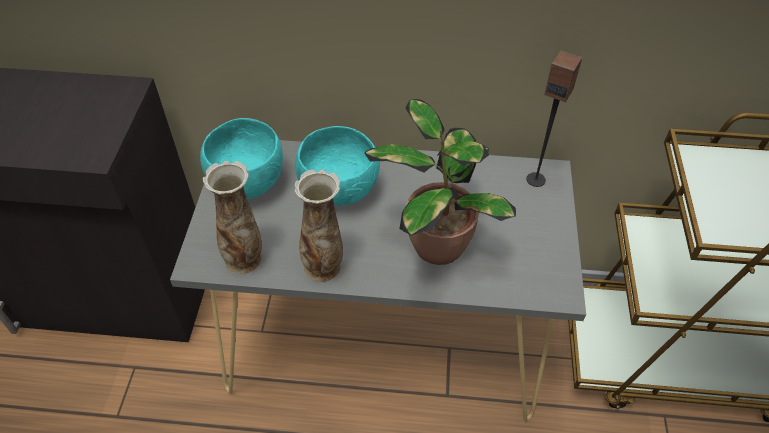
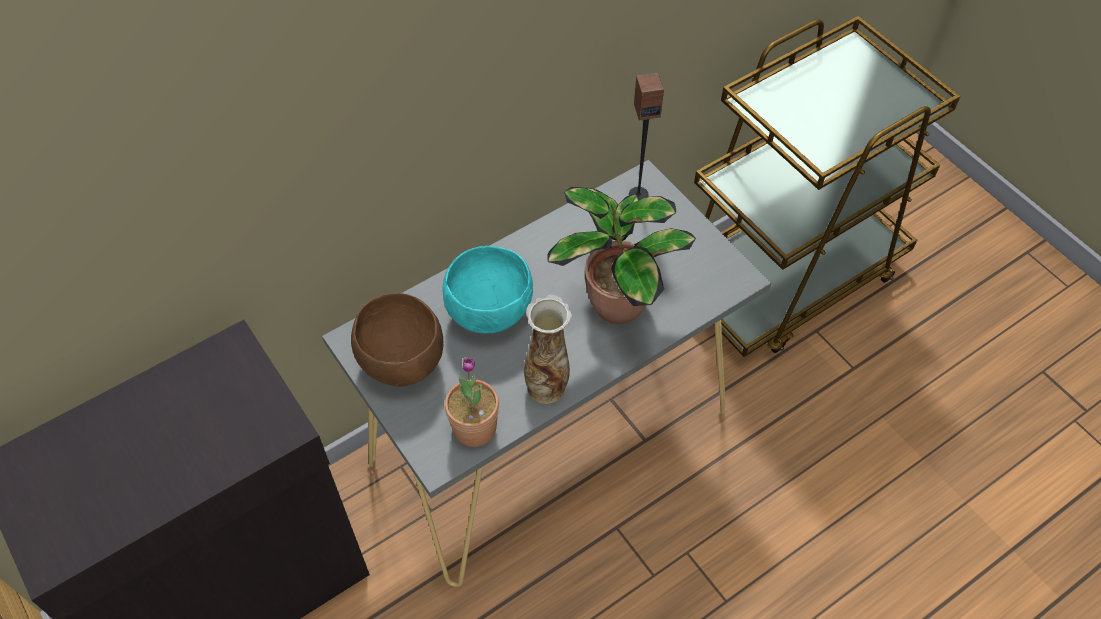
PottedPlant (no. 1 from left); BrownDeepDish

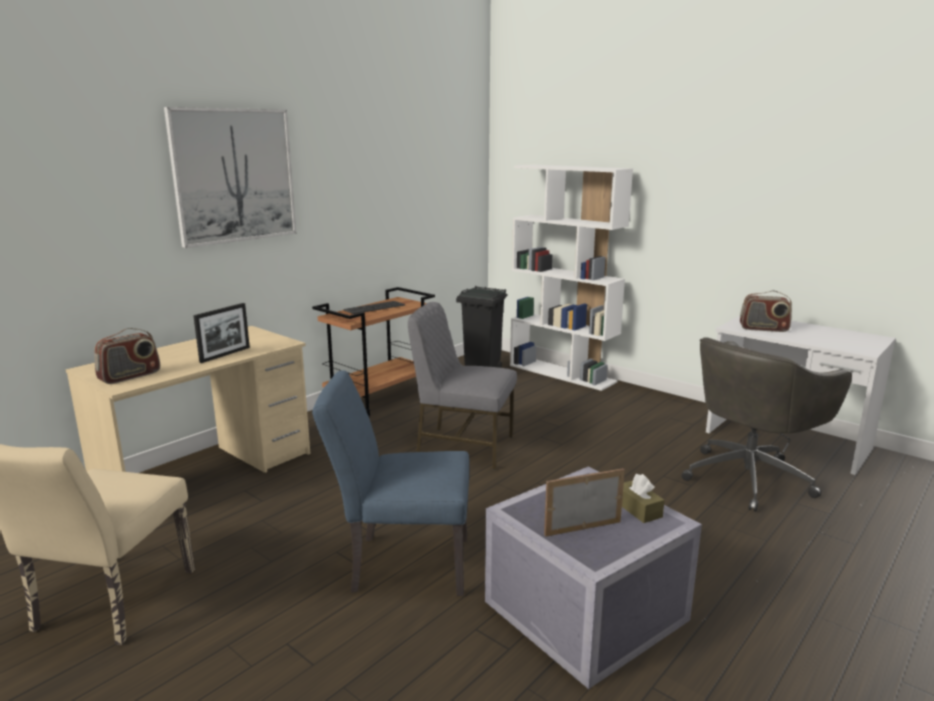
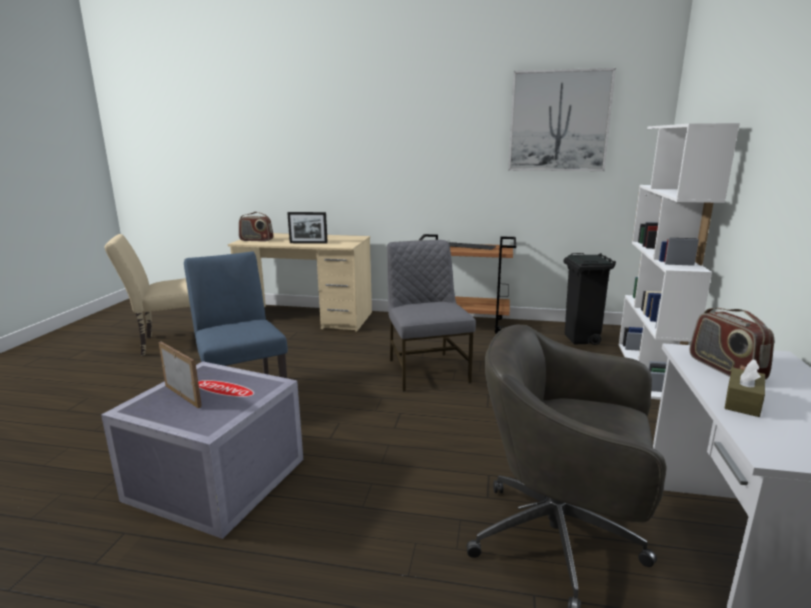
WallPicture; BrownTissueBox

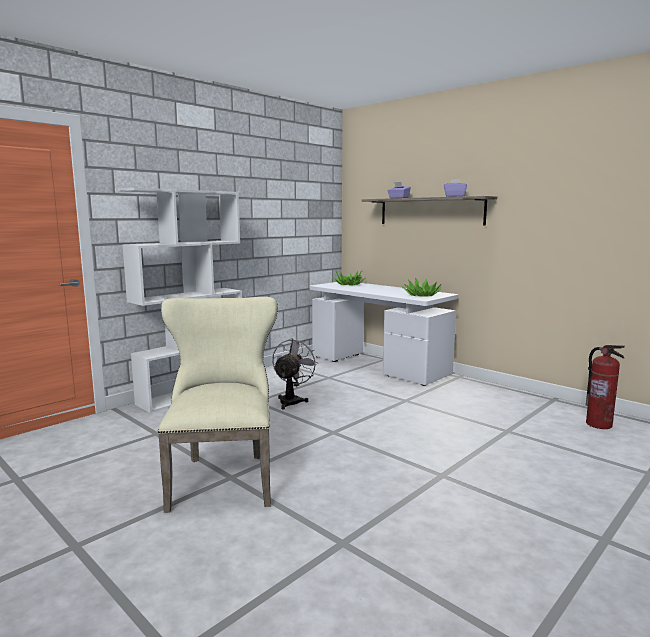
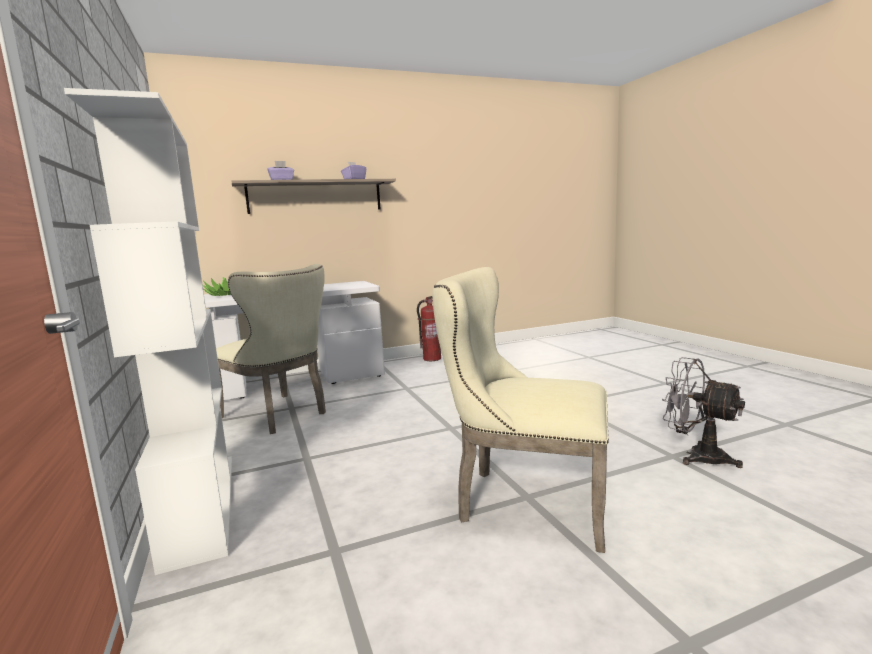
PottedPlant (no. 2 from left in the first image); SandColouredUprightChair (no. 1 from left); GrayElectricFan; Extinguisher

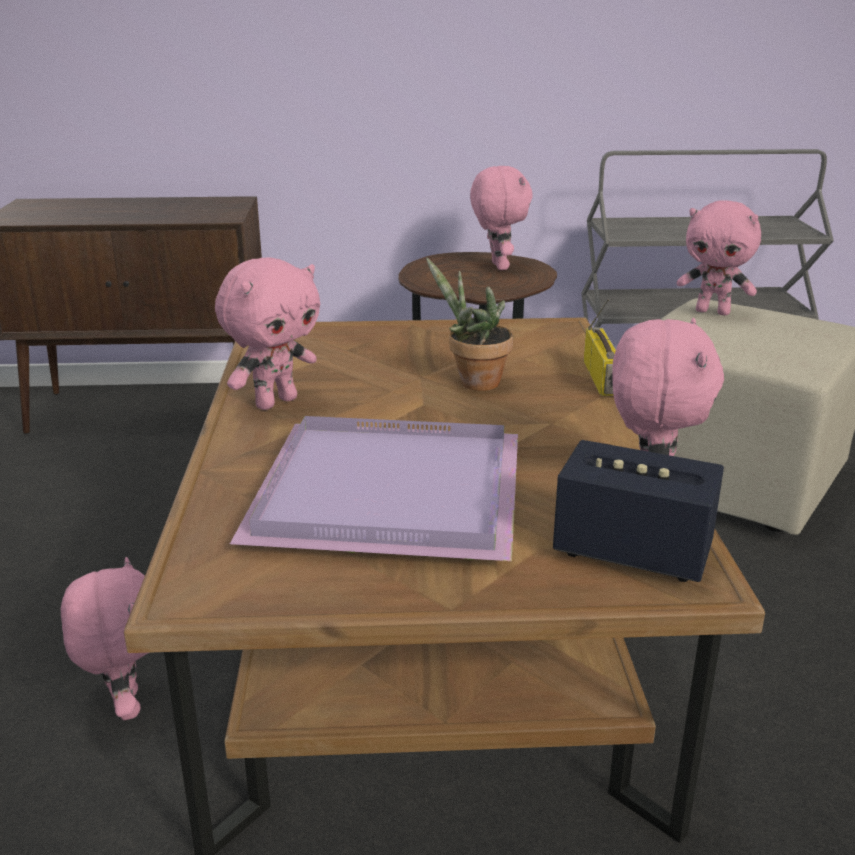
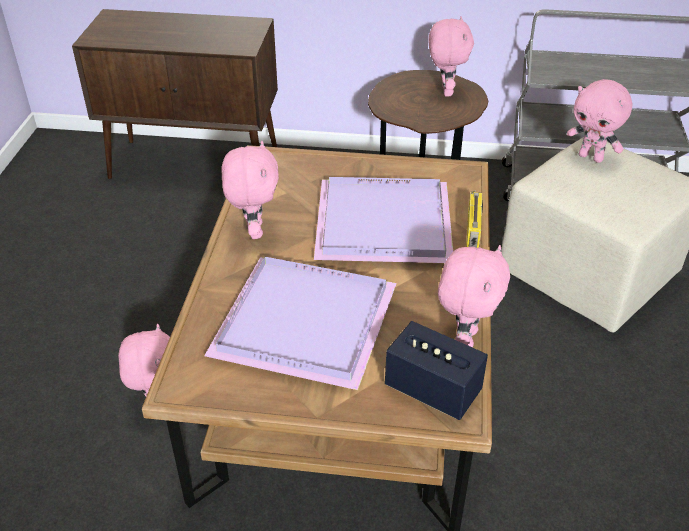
PurplishServingTray (no. 2 from left); PinkishPlushToy (no. 2 from left)

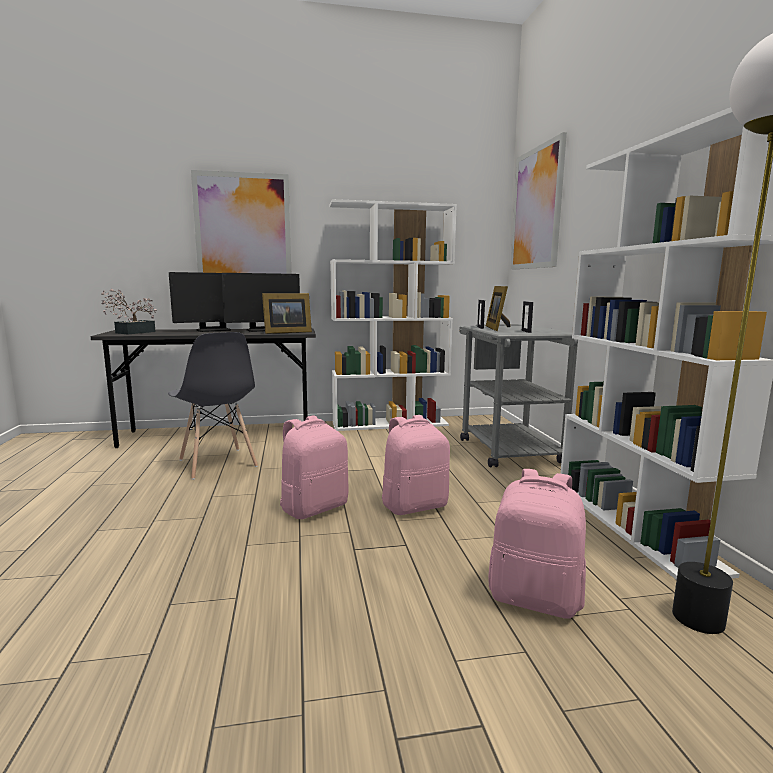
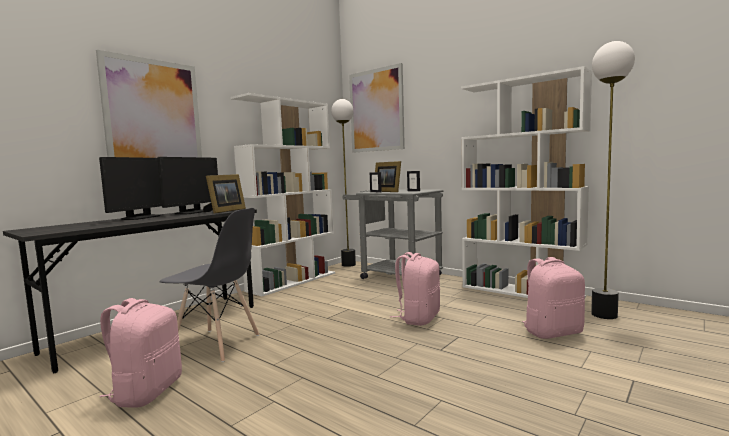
PottedPlant; StandardLamp (no. 1 from left); PinkishRucksack (no. 1 from left)

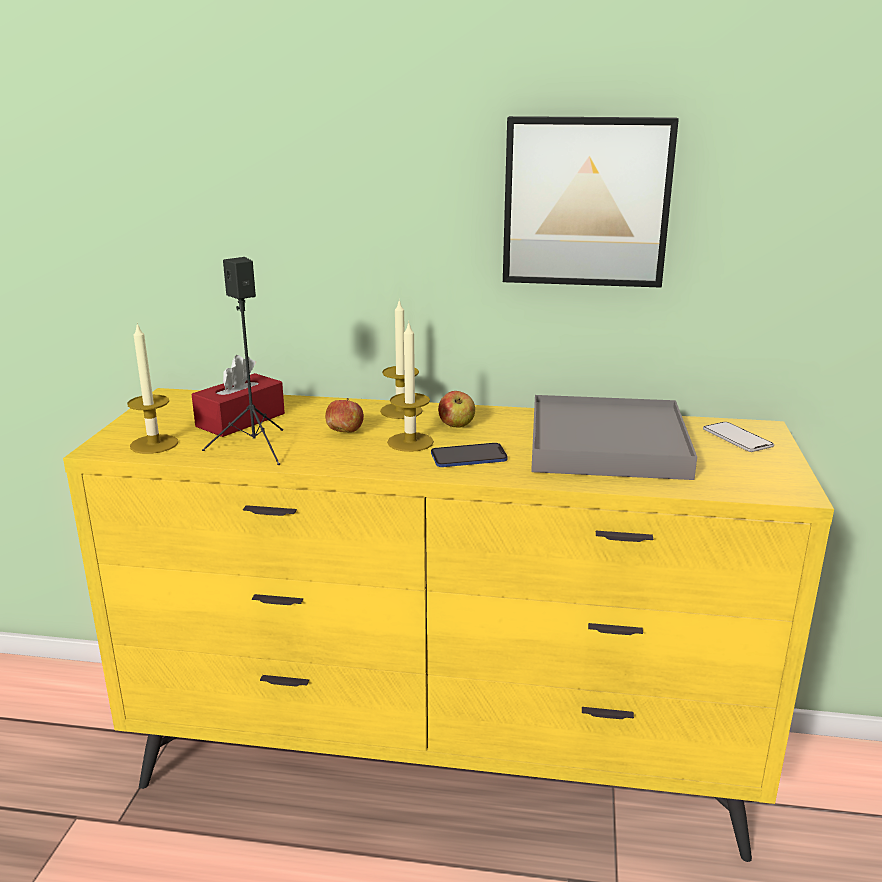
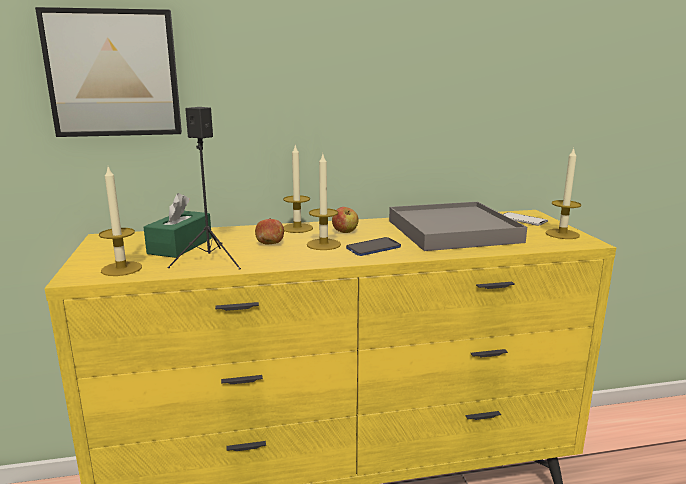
WaxCandle (no. 4 from left); WallPicture; GreenTissueBox

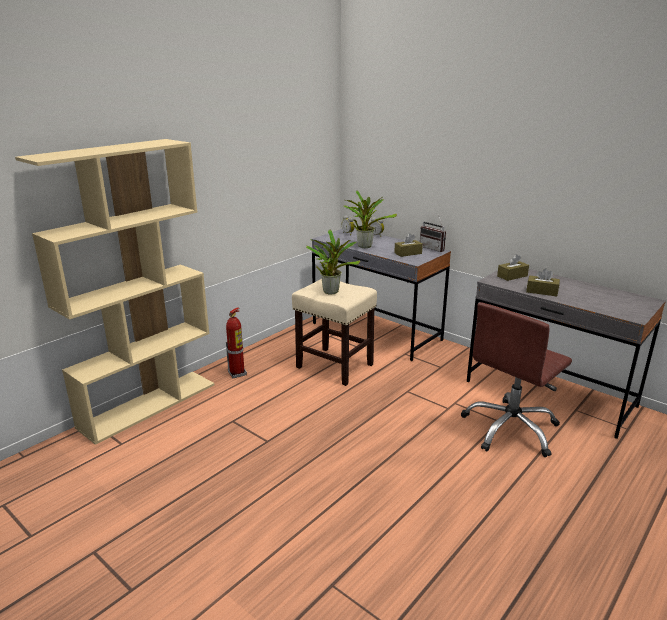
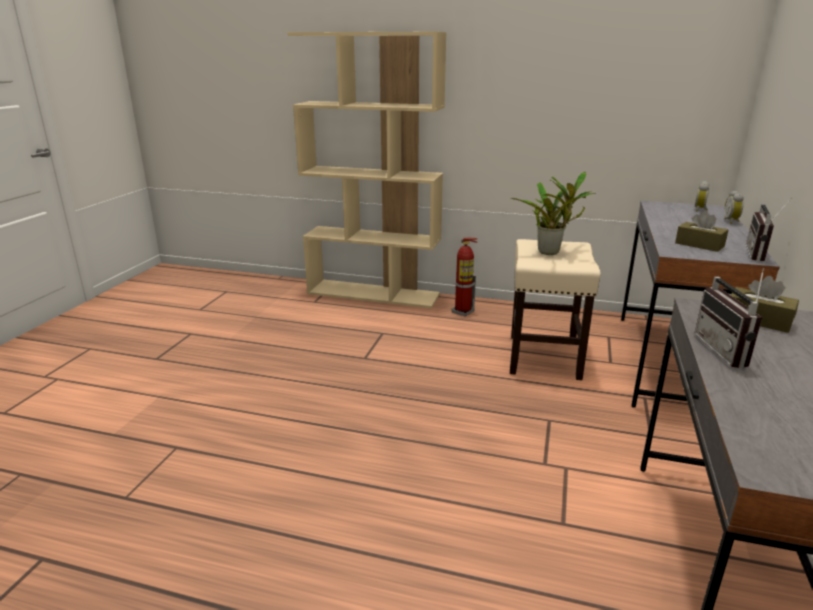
PottedPlant (no. 2 from left in the first image); BrownDeskChair; RadioSet (no. 1 from left)

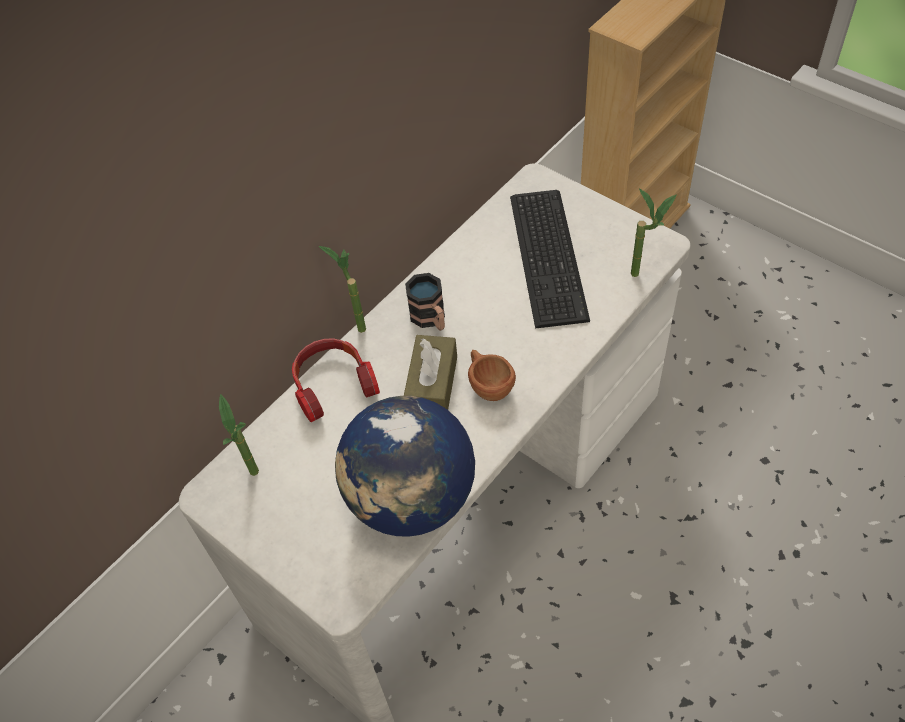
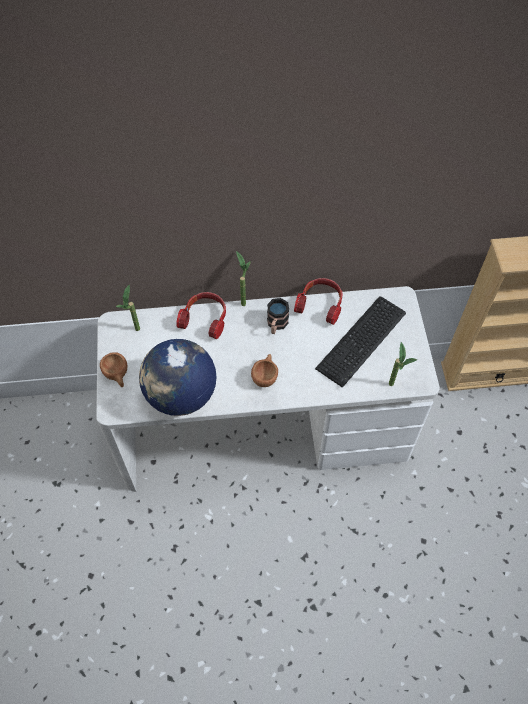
BrownTissueBox; BrownDrinkingCup (no. 1 from left); PairOfHeadphones (no. 2 from left)

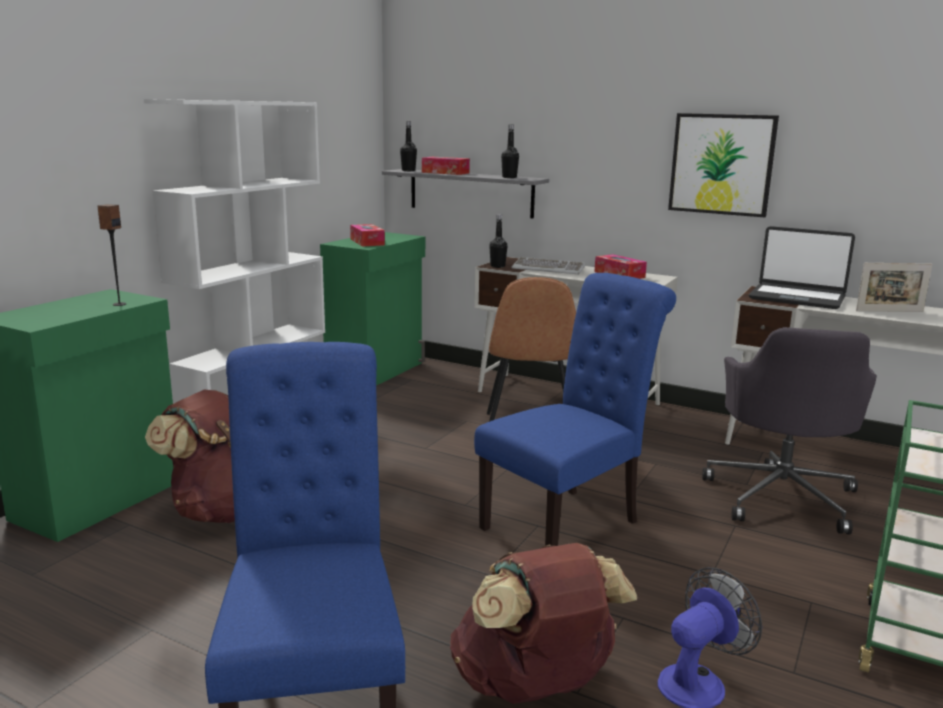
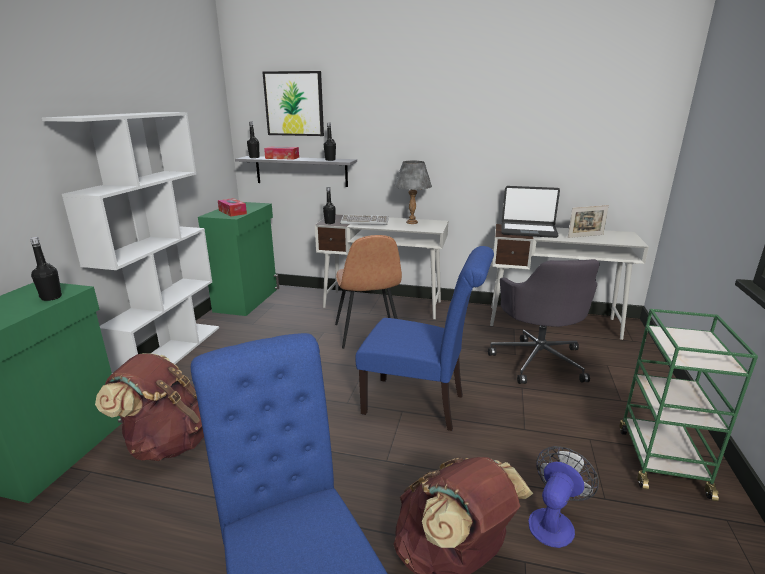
WallPicture; BlackishBottle (no. 1 from left); GrayLampForATable; BlueColouredUprightChair (no. 2 from left)

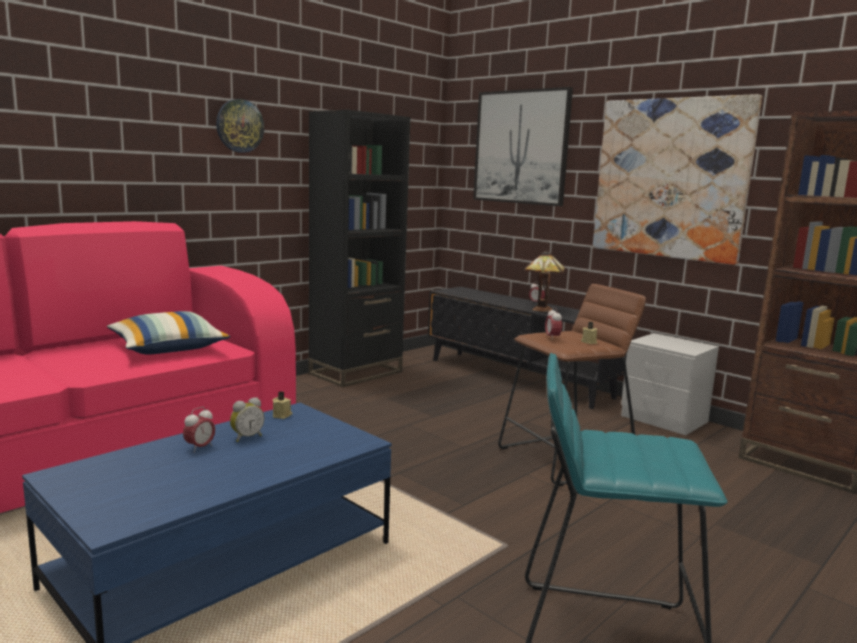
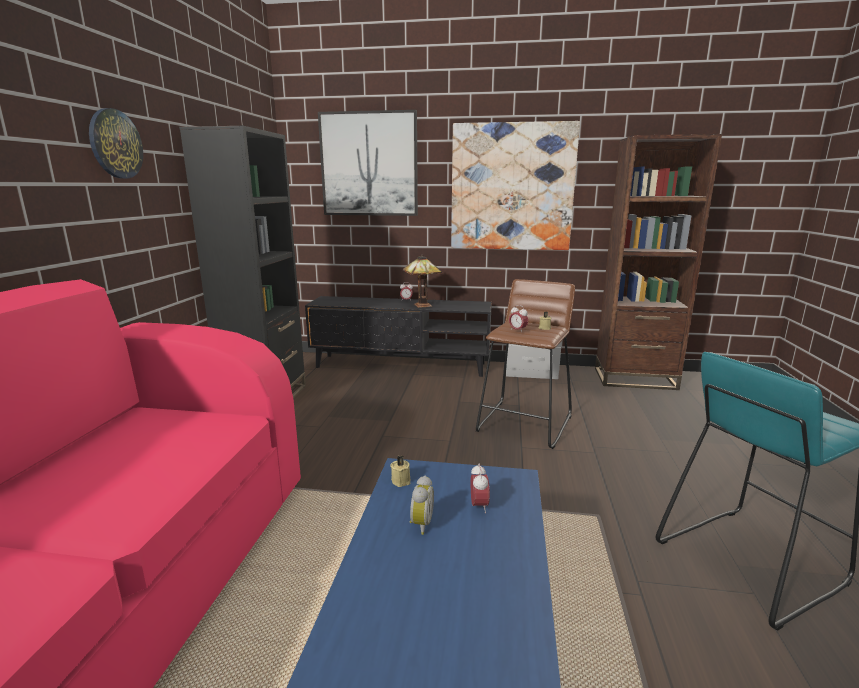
Cushion; BedsideClock (no. 3 from left)

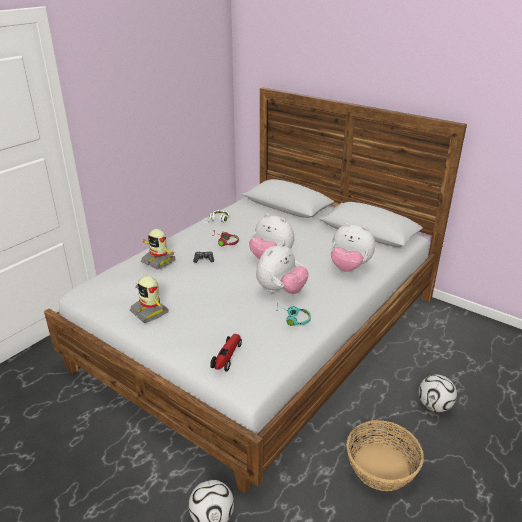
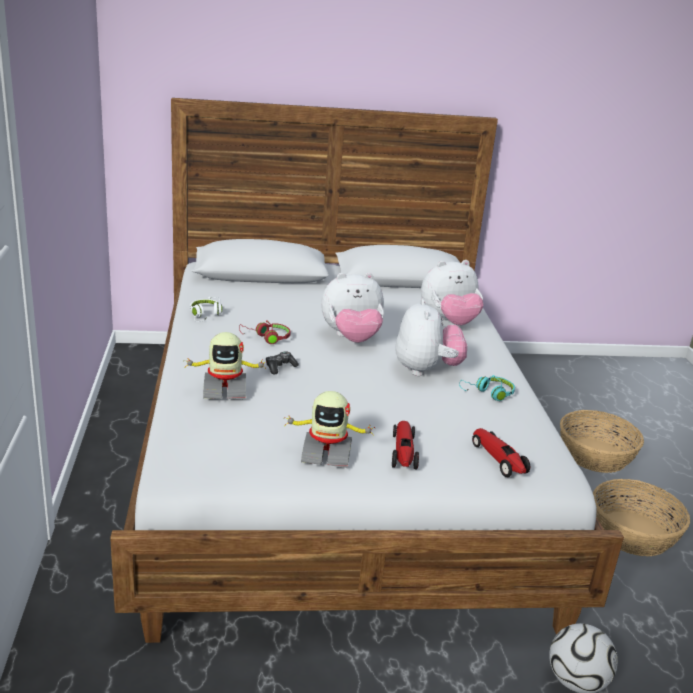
ToyCar (no. 1 from left); HouseholdBasket (no. 1 from left)

